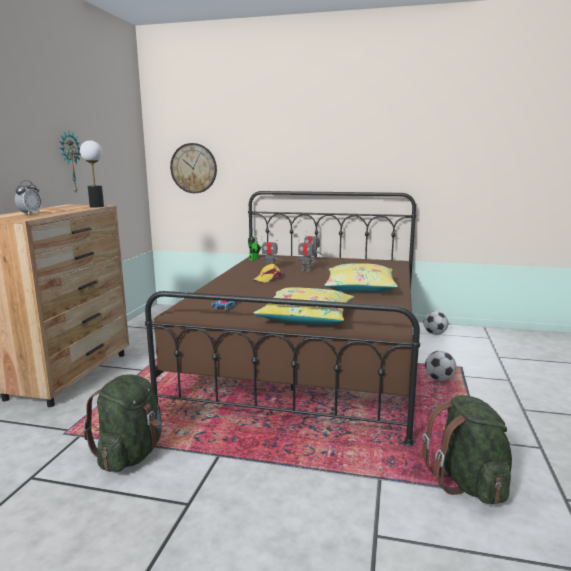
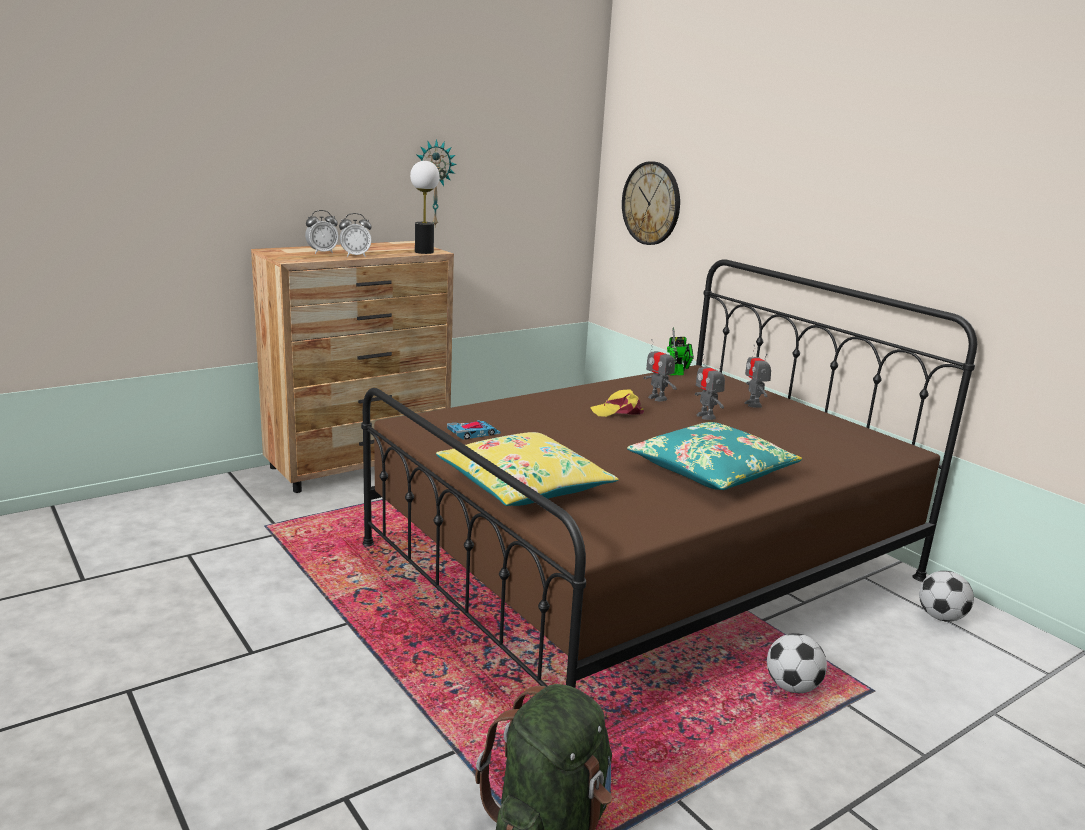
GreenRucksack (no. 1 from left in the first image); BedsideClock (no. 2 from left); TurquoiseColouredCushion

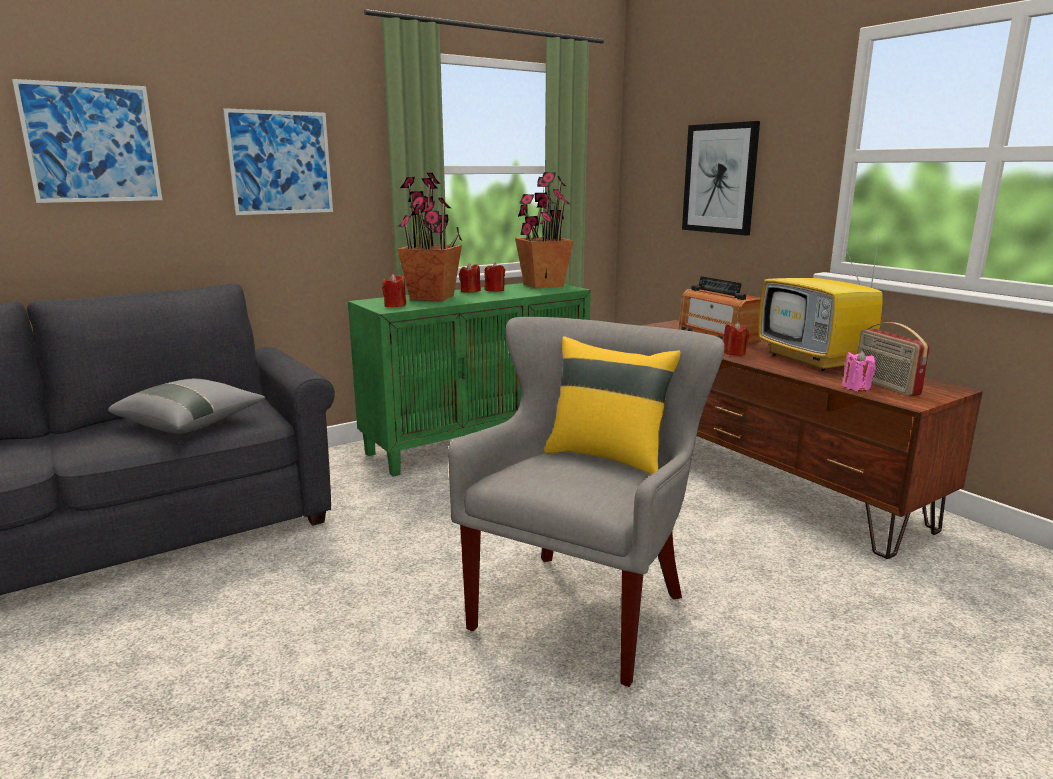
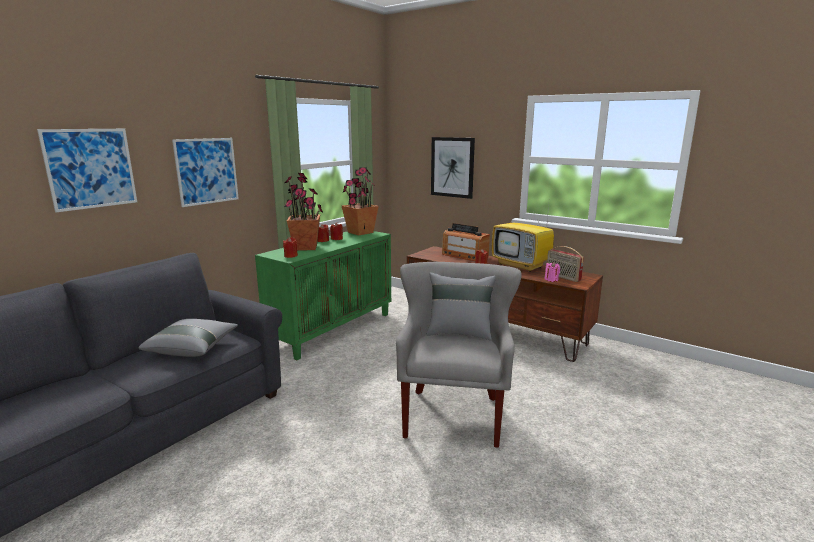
GrayCushion (no. 2 from left)

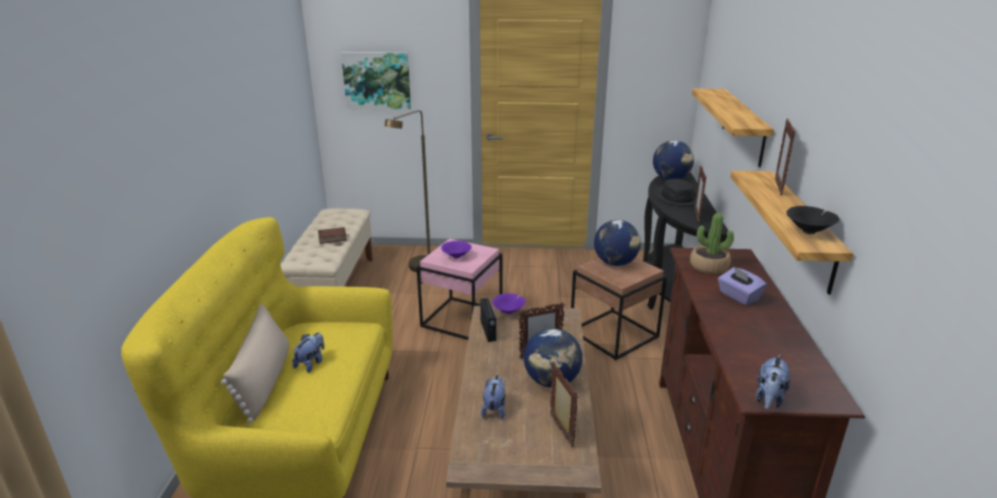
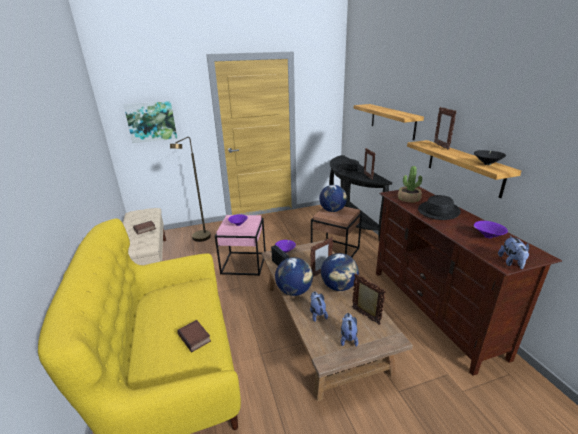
SandColouredCushion; Volume (no. 2 from left); PurplishDeepDish (no. 3 from left); PlushToy (no. 2 from left); Globe (no. 1 from left); BlackishHat (no. 2 from left)

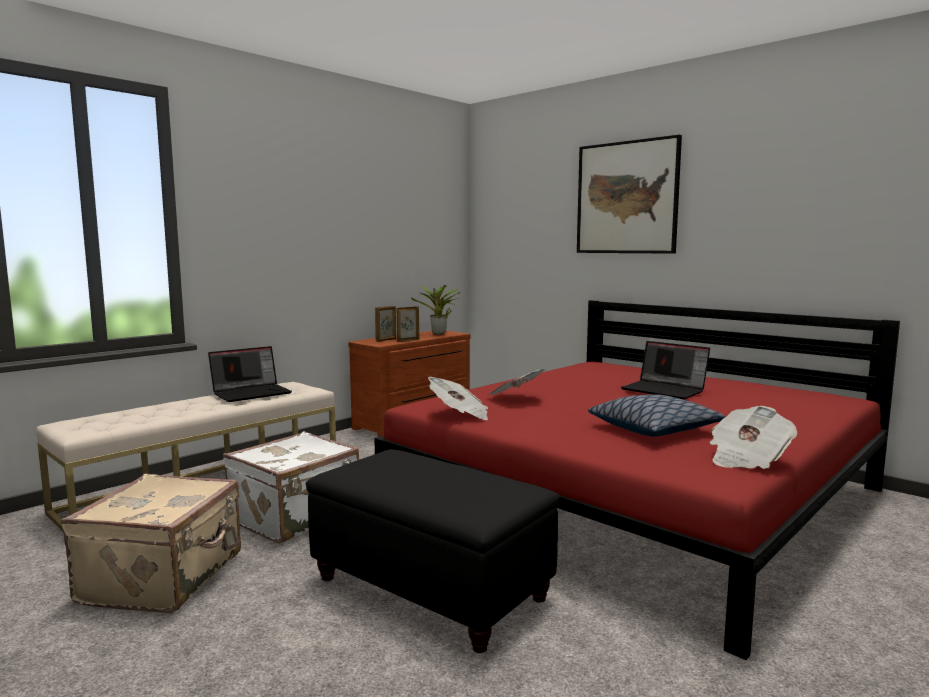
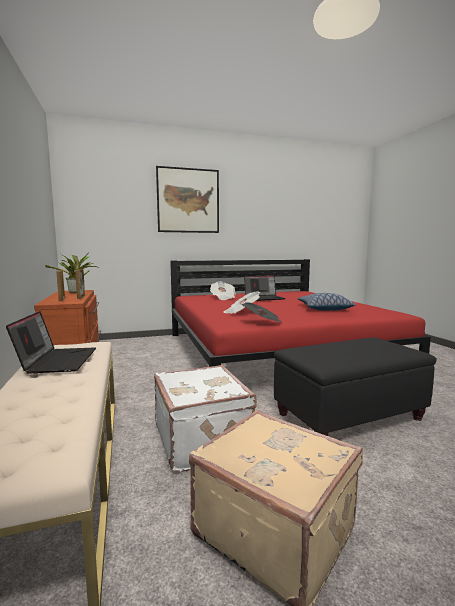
DailyPaper (no. 1 from left)

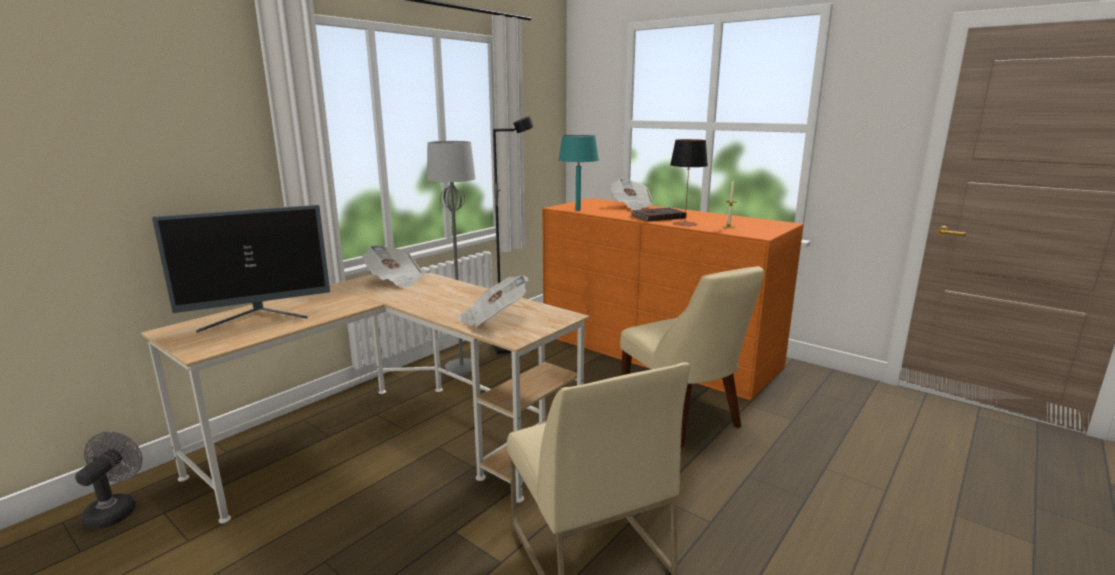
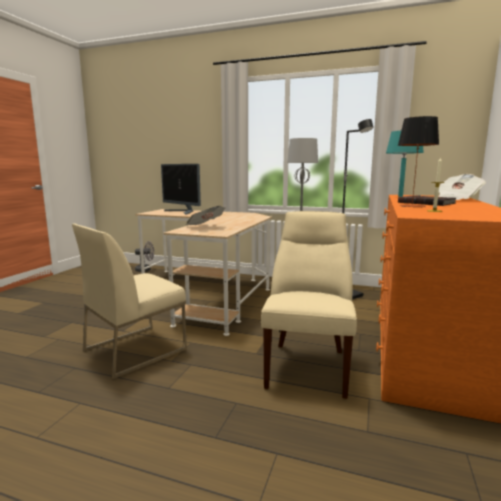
DailyPaper (no. 1 from left in the first image); SandColouredUprightChair (no. 2 from left)

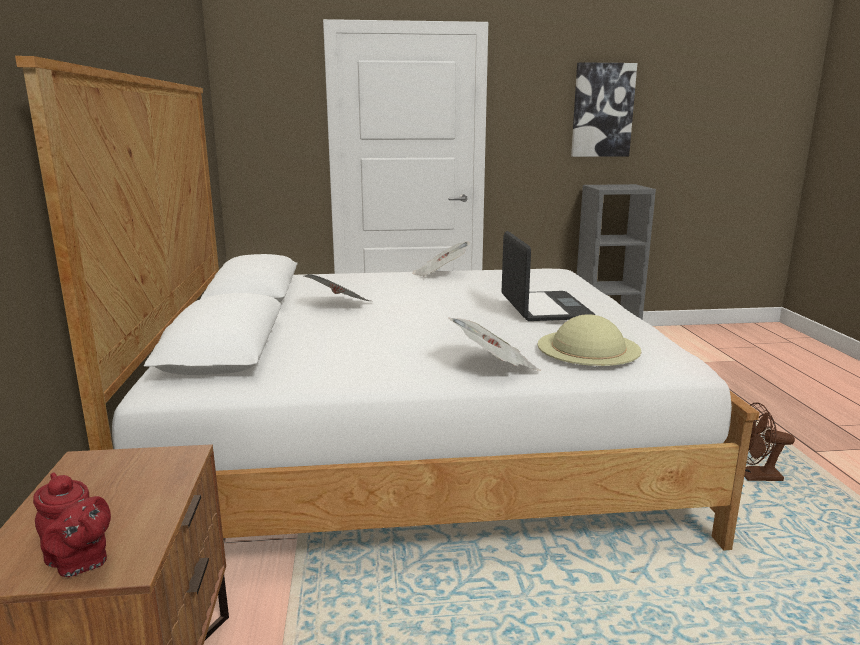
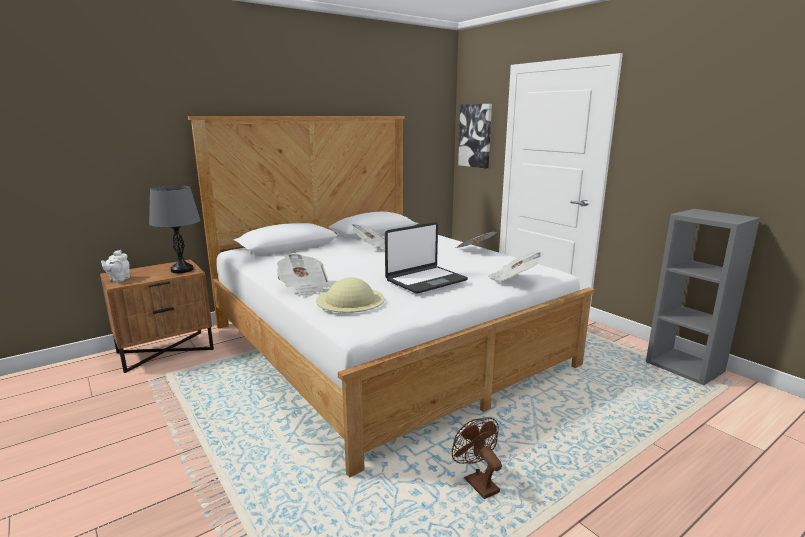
GrayLampForATable; DailyPaper (no. 4 from left); WallPicture; WhitishTeapot

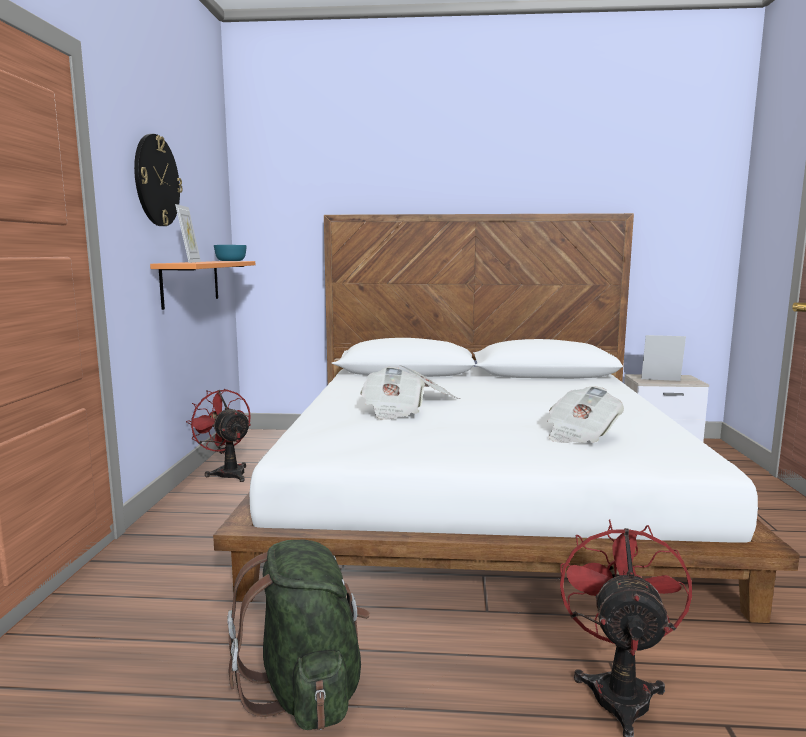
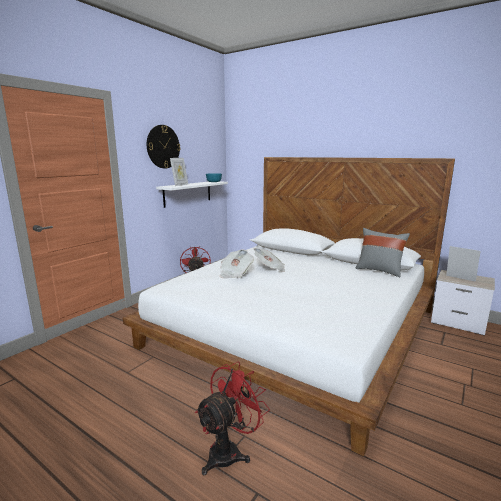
GreenRucksack; DailyPaper (no. 3 from left in the first image); GrayCushion; WhitishShelf

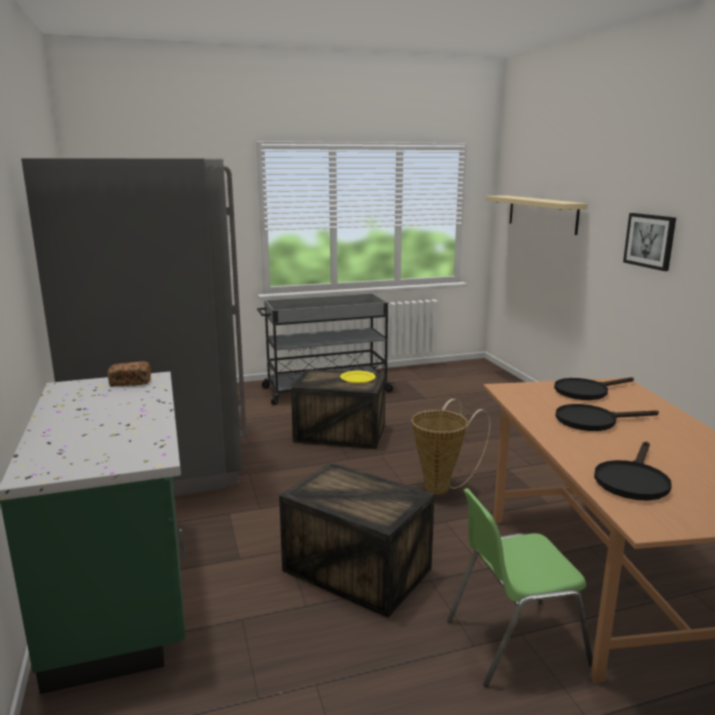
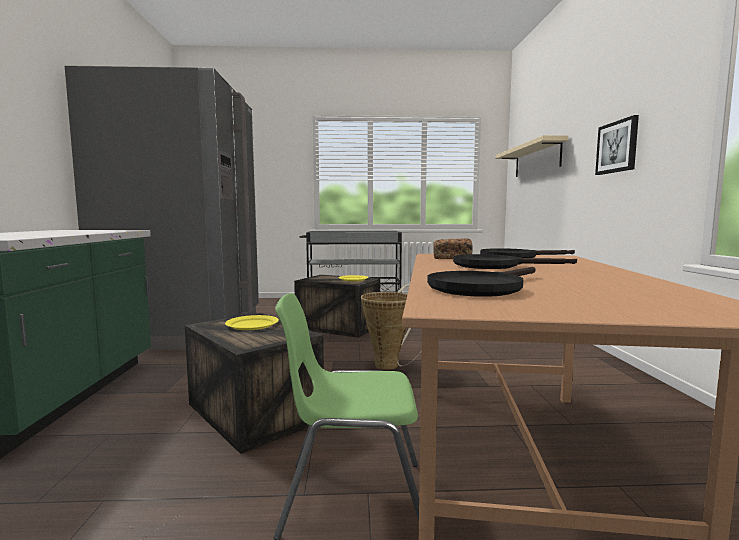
YellowDinnerPlate (no. 1 from left); Bread

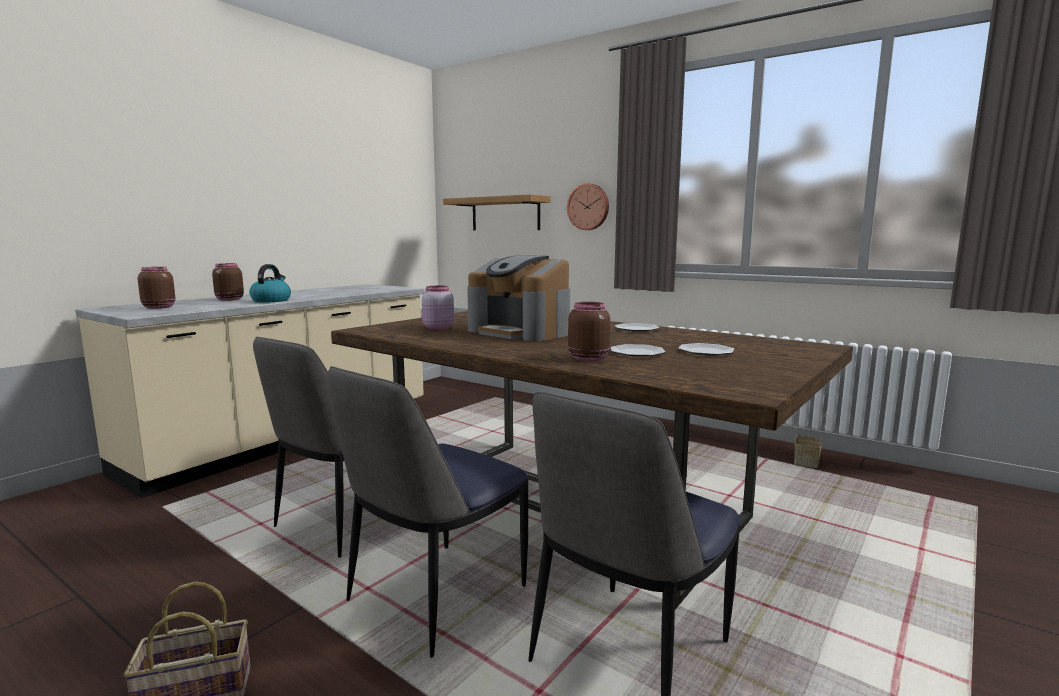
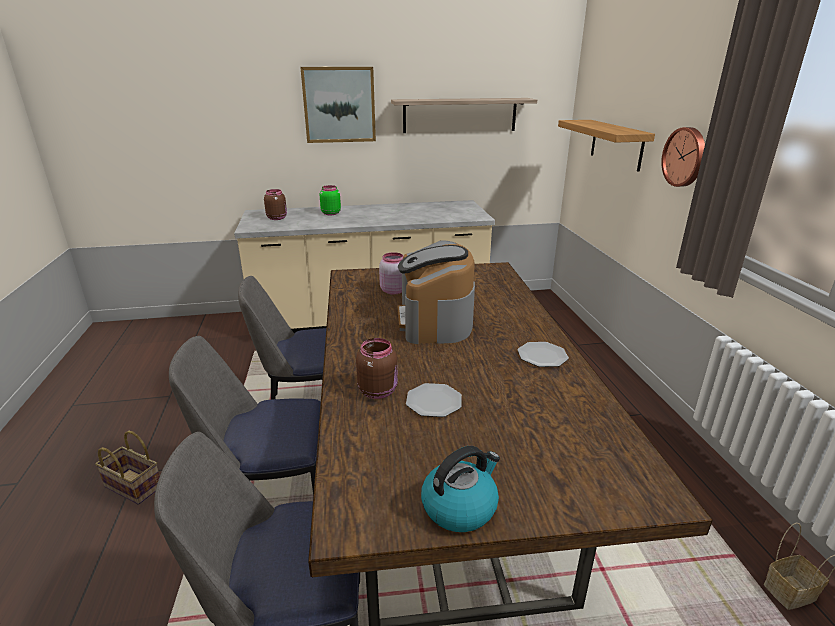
DinnerPlate (no. 3 from left in the first image); WallPicture; Shelf (no. 1 from left); Kettle; GreenStorageJar

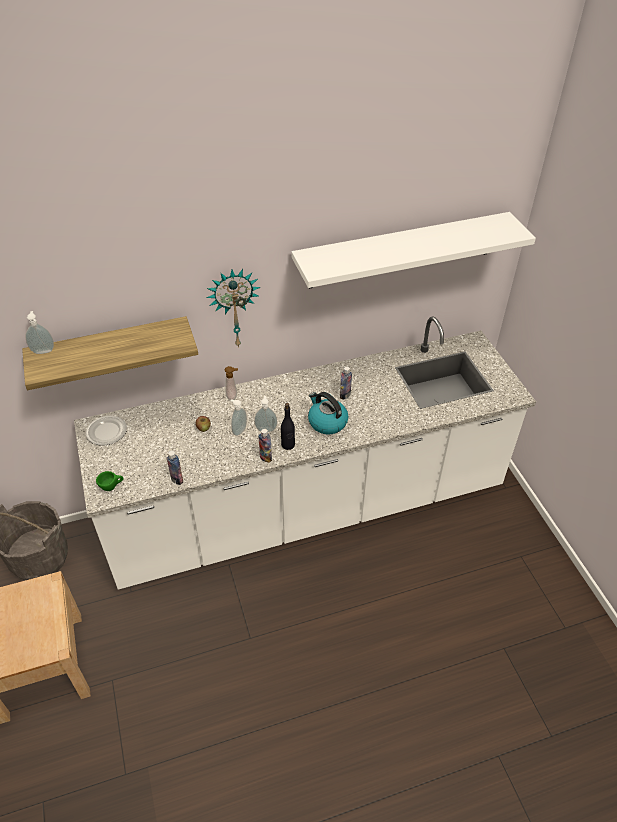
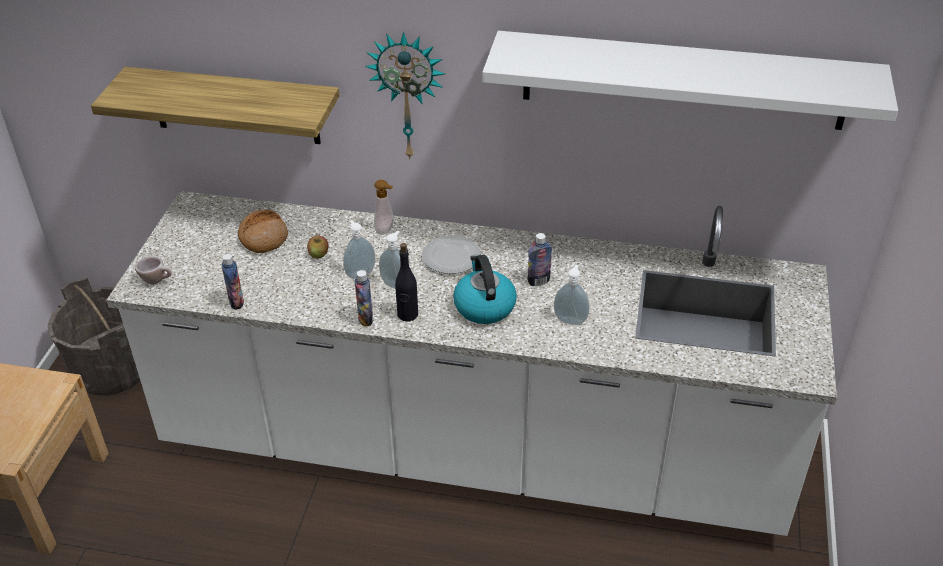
Bread; LiquidSoapBottle (no. 4 from left); DinnerPlate; SandColouredDrinkingCup

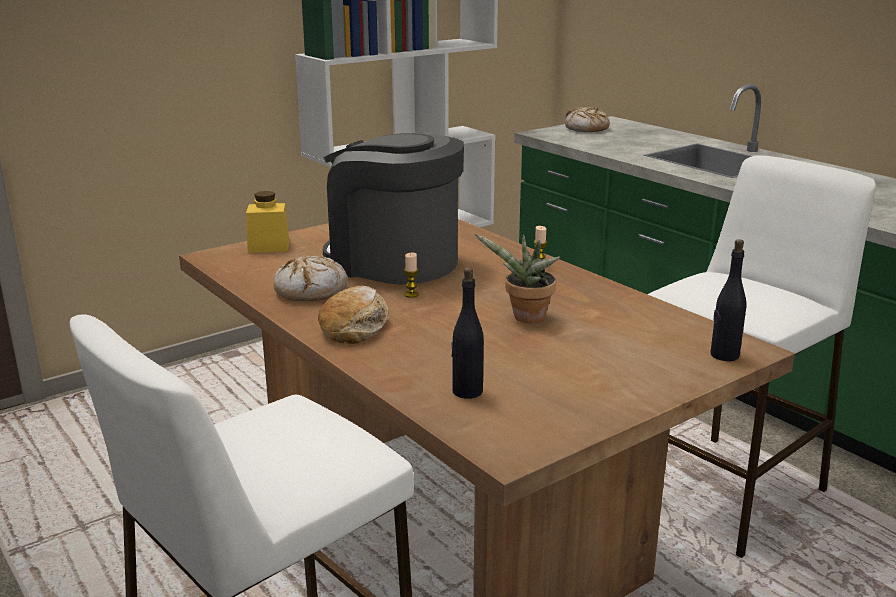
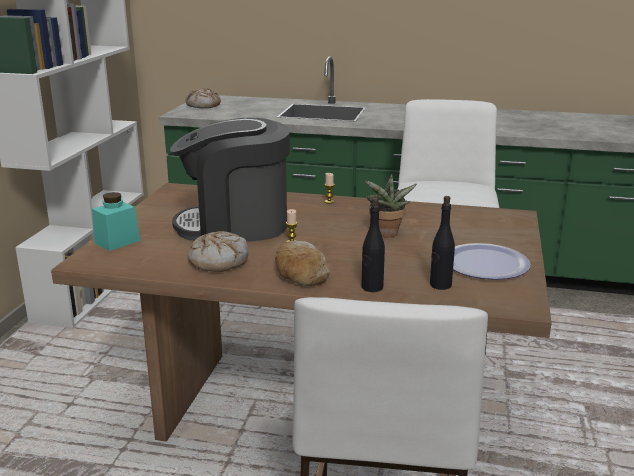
DinnerPlate; BlackishBottle (no. 1 from left); TurquoiseColouredStorageJar

